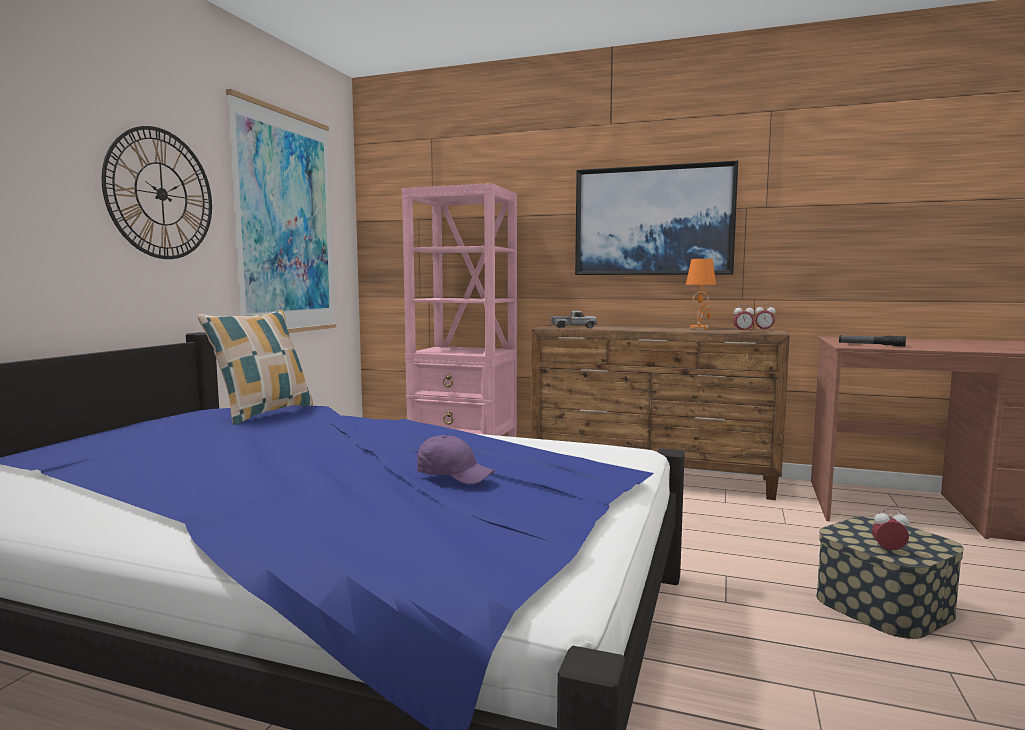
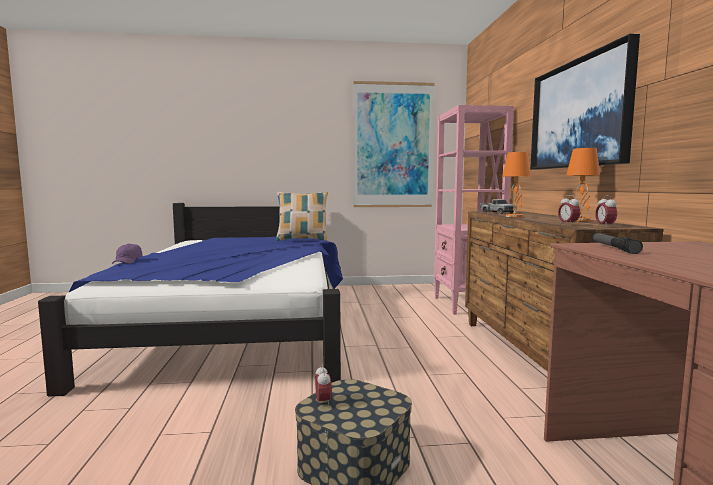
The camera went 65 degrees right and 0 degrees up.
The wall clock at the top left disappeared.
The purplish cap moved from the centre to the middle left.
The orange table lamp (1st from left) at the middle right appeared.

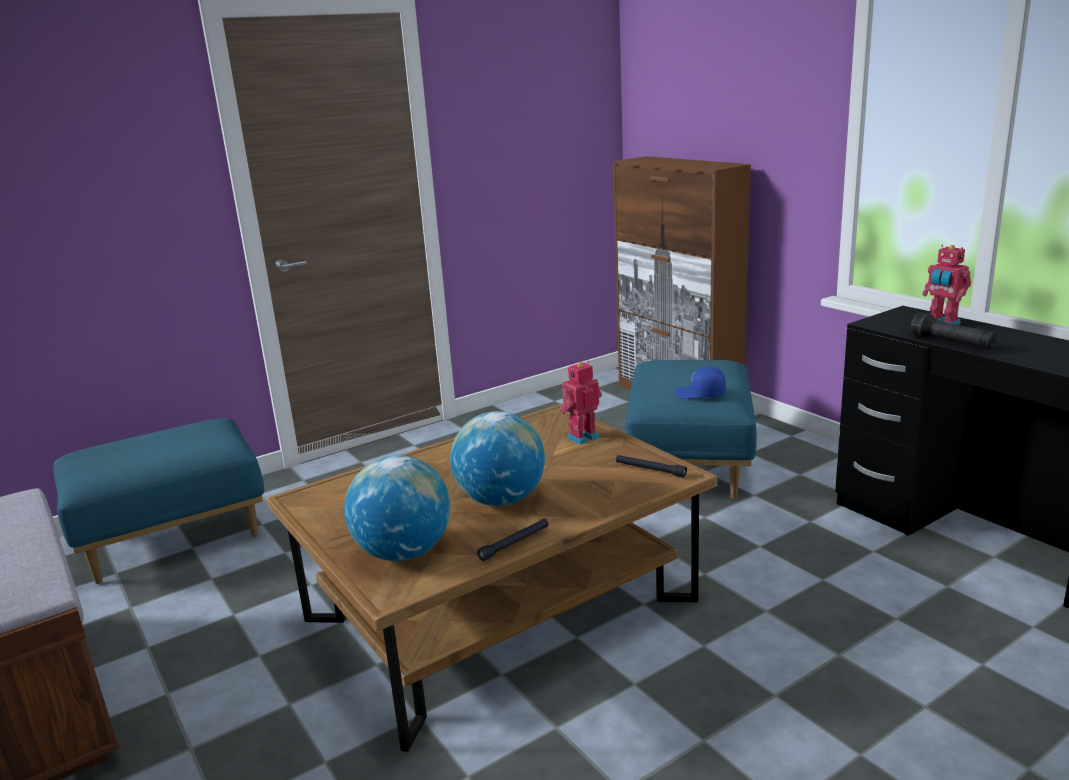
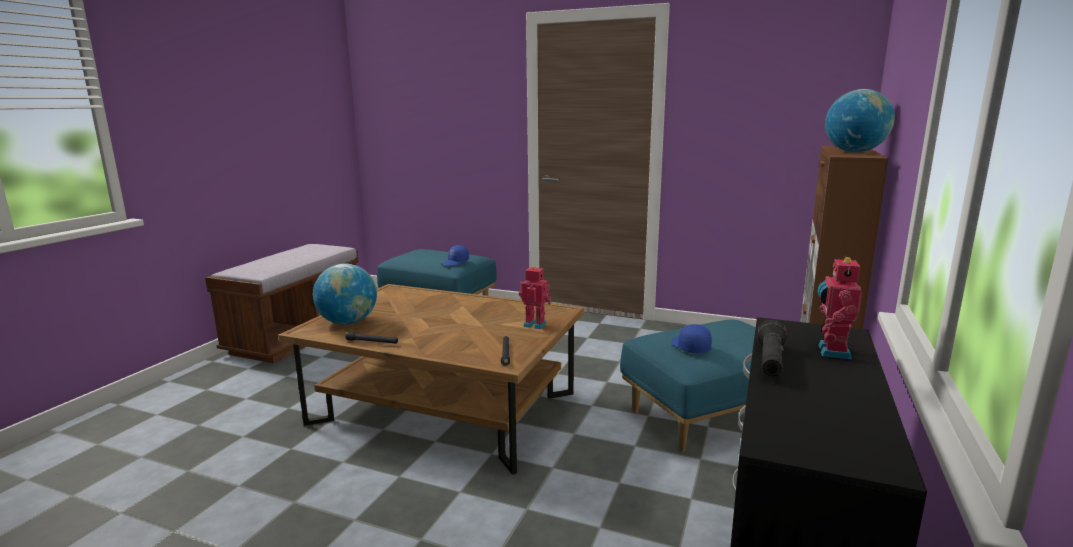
The camera went 55 degrees right and 5 degrees down.
The world globe (2nd from left) moved from the centre to the top right.
The bluish cap (1st from left) at the centre appeared.

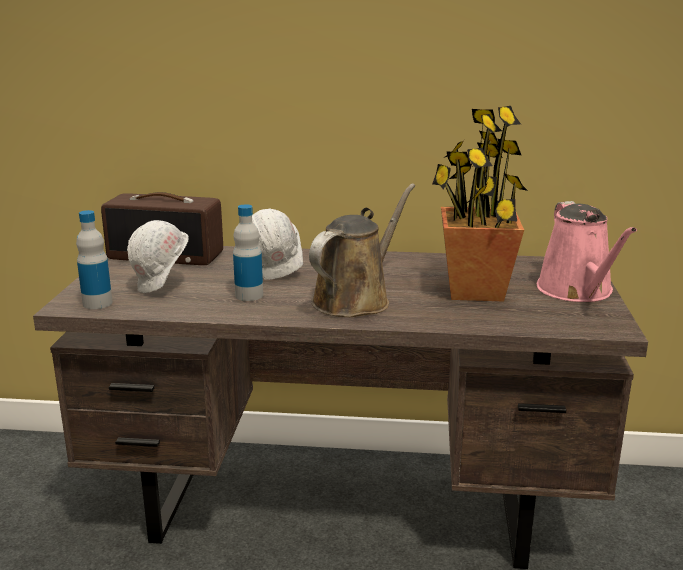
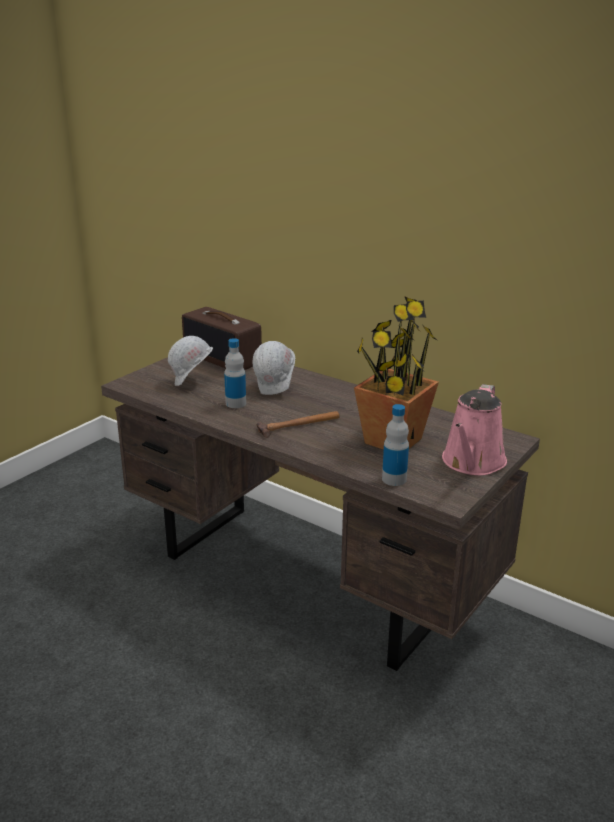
The camera went 30 degrees right and 5 degrees up.
The bottle (1st from left in the first image) moved from the middle left to the centre.
The brownish sprinkling can at the centre was replaced by the hammer at the centre.

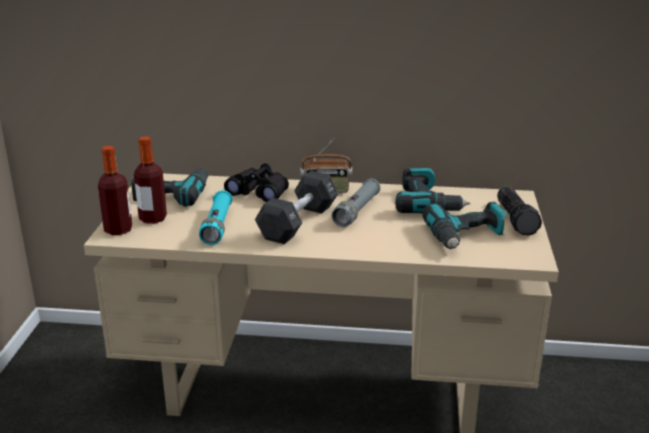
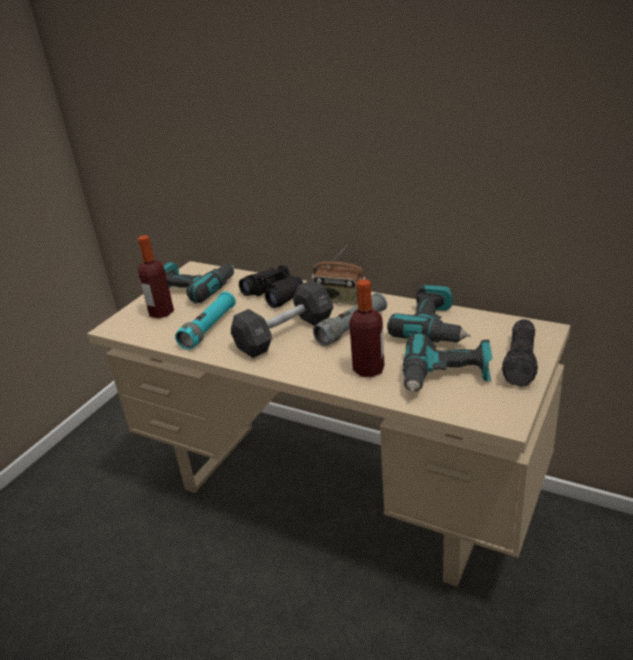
The camera went 25 degrees right and 5 degrees up.
The bottle (1st from left in the first image) moved from the middle left to the centre.

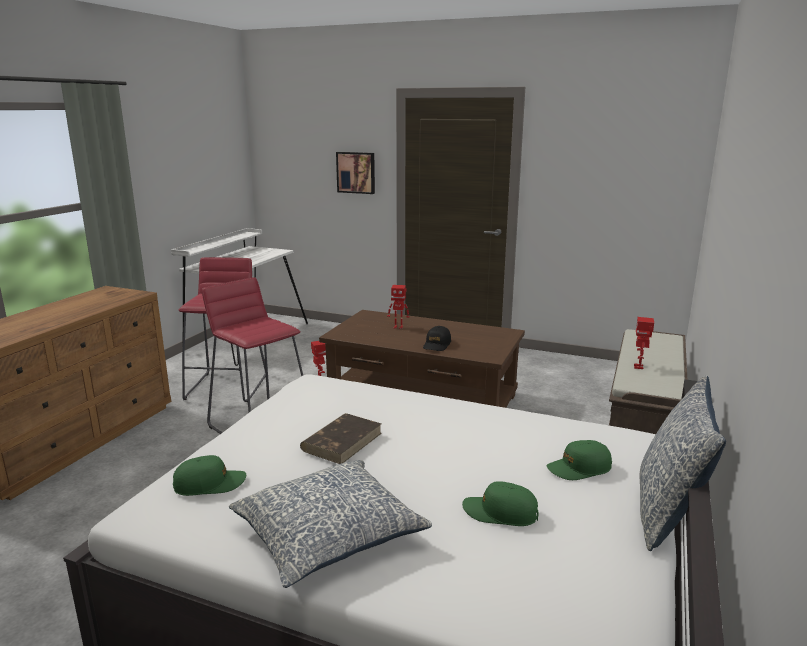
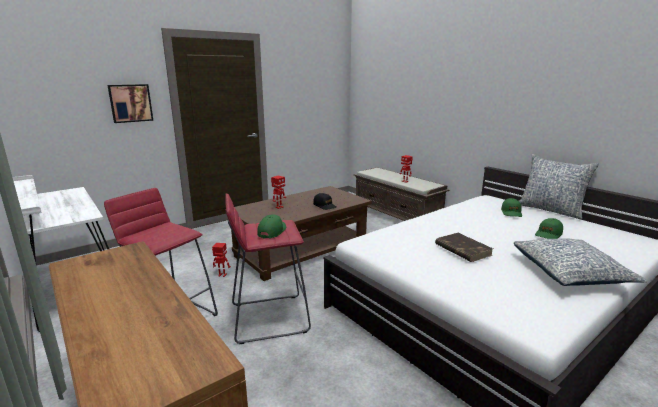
The camera went 60 degrees left and 0 degrees up.
The green-coloured cap (1st from left) moved from the bottom left to the centre.

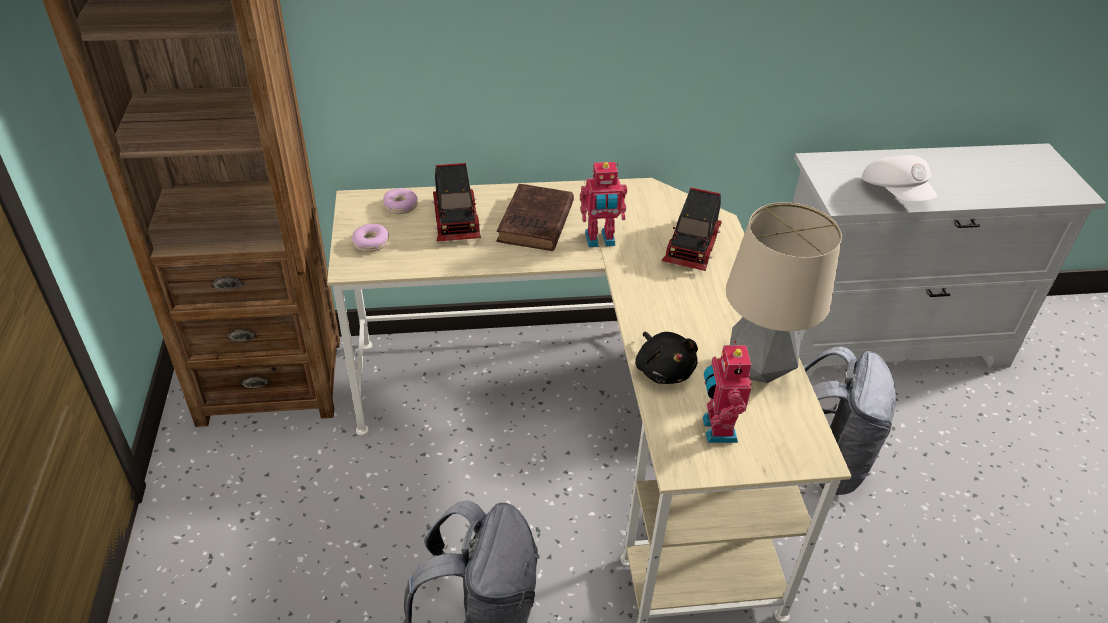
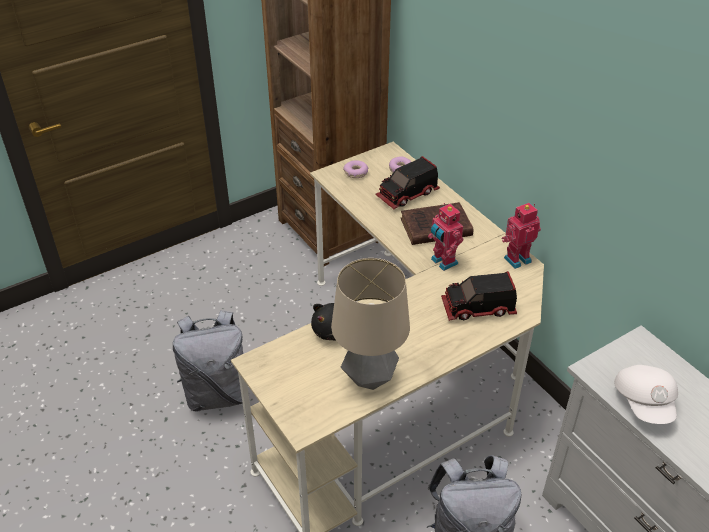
The camera went 65 degrees right and 0 degrees up.
The robot figure (2nd from left) moved from the centre to the middle right.
The whitish cap at the top right turned 45 degrees counterclockwise.

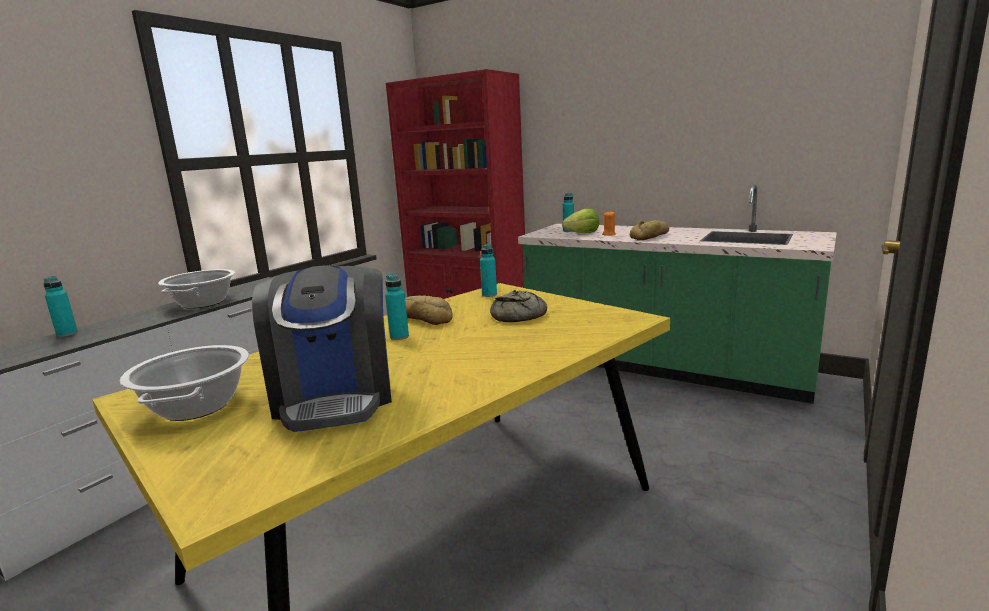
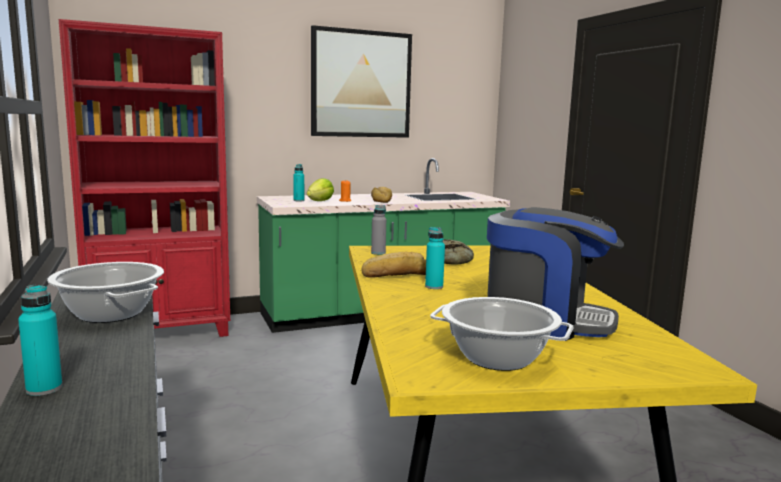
The camera went 55 degrees left and 5 degrees down.
The turquoise bottle (3rd from left) at the centre became the gray bottle at the centre.
The wall art at the top centre appeared.

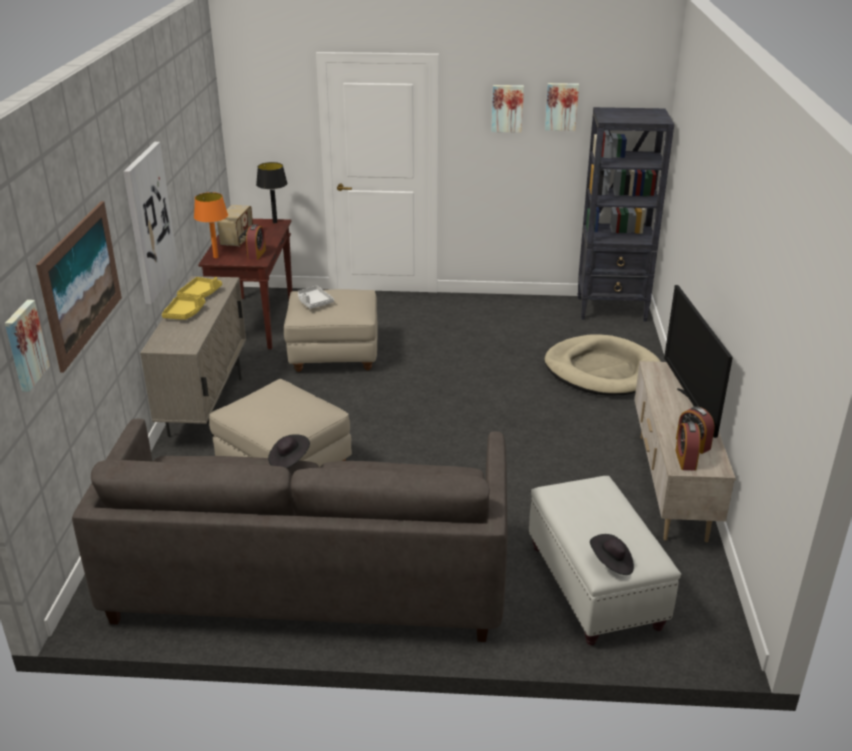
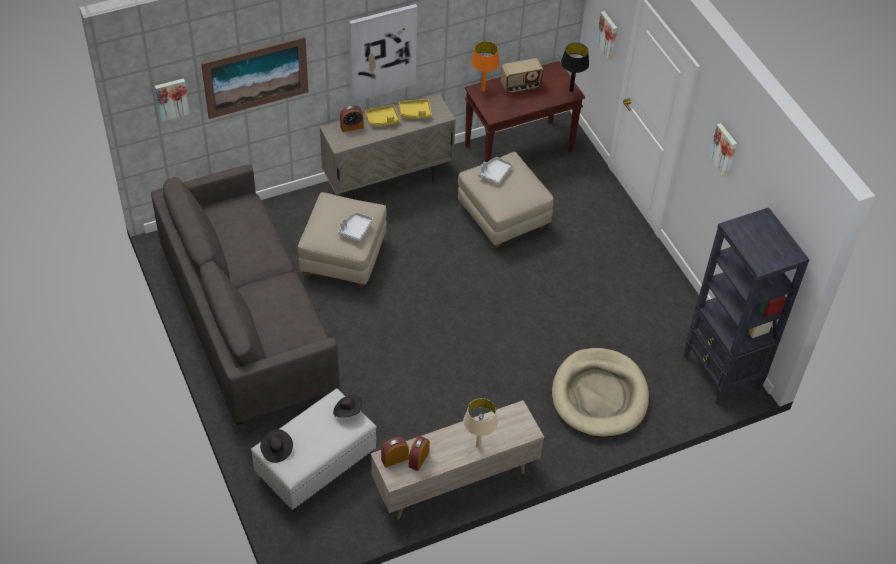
The camera went 60 degrees right and 20 degrees up.
The bedside clock (1st from left) moved from the top left to the top centre.
The black hat (1st from left in the first image) moved from the centre to the bottom centre.
The wall art (5th from left in the first image) moved from the top centre to the top right.
The television at the middle right was replaced by the sand-coloured table lamp at the bottom centre.
The gray serving tray (1st from left) at the centre appeared.

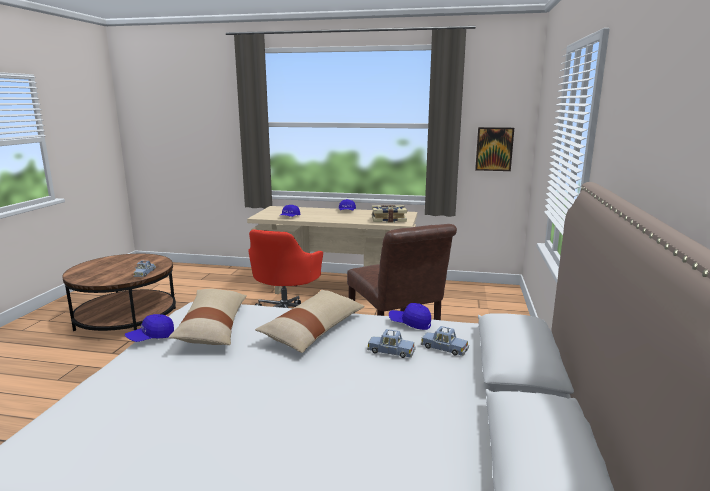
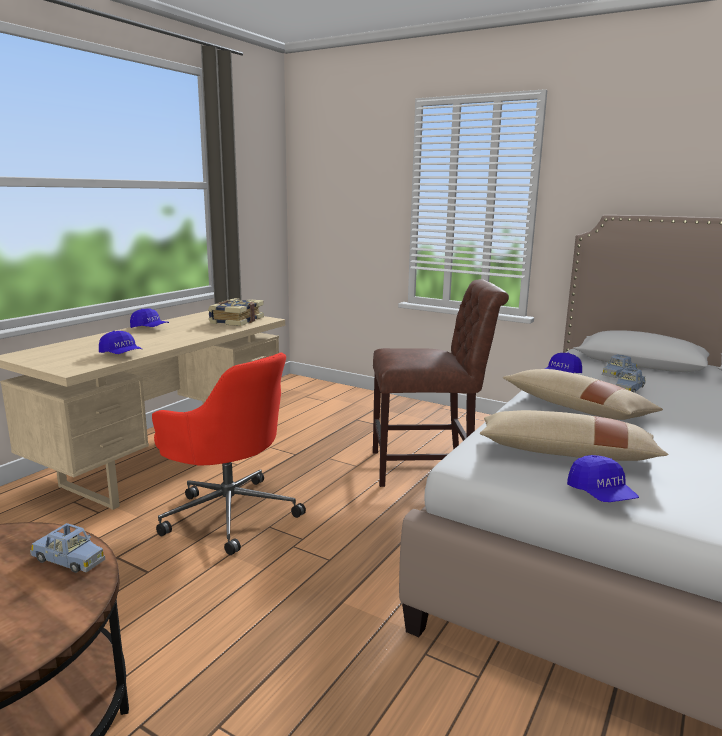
The camera went 70 degrees left and 0 degrees up.
The wall art at the top right disappeared.

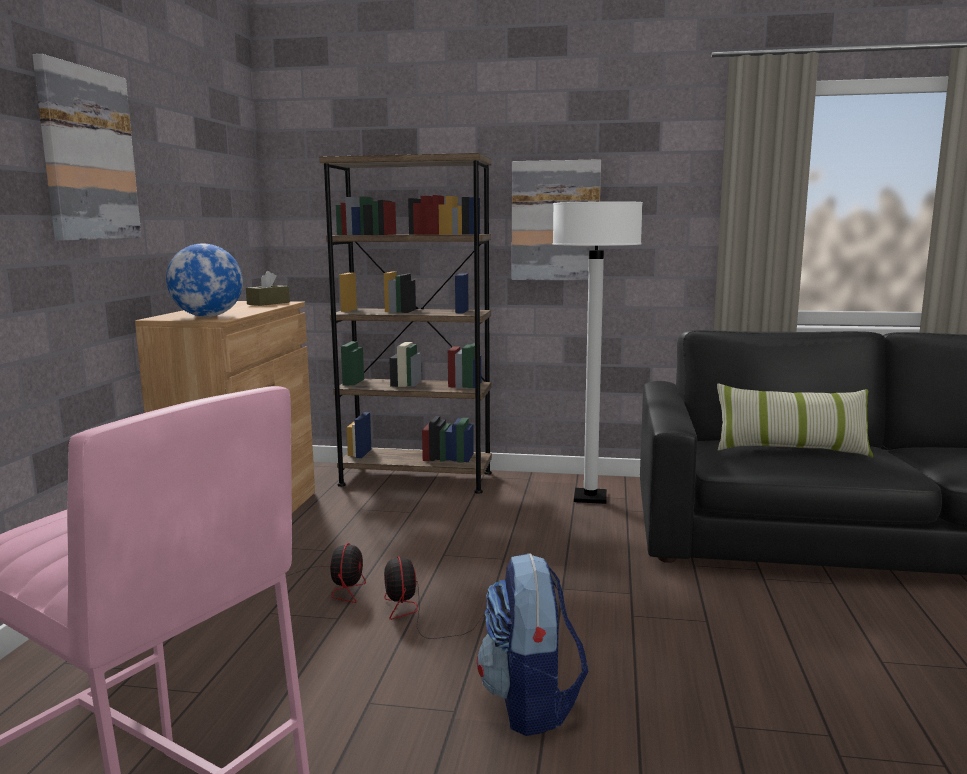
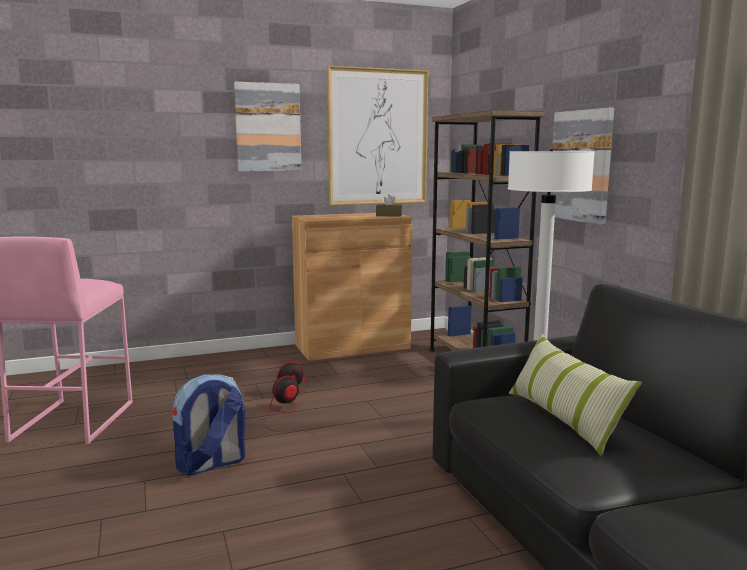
The camera went 60 degrees right and 0 degrees up.
The world globe at the middle left disappeared.
The wall art (2nd from left) at the top centre appeared.

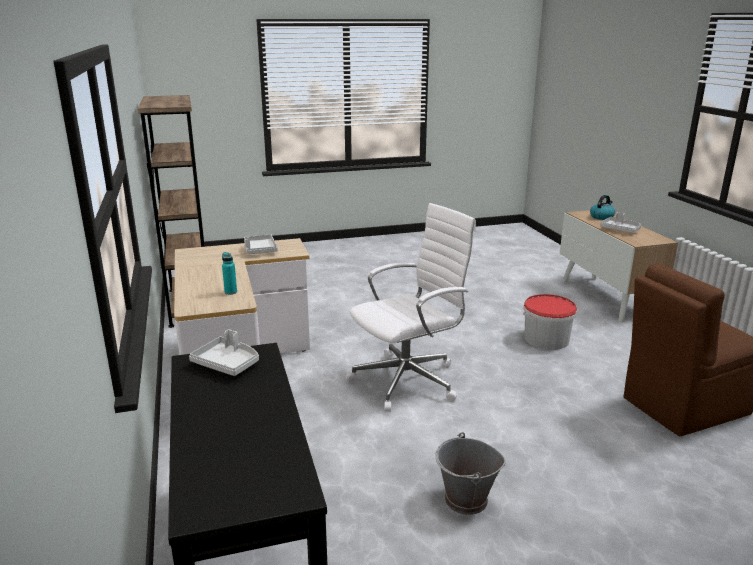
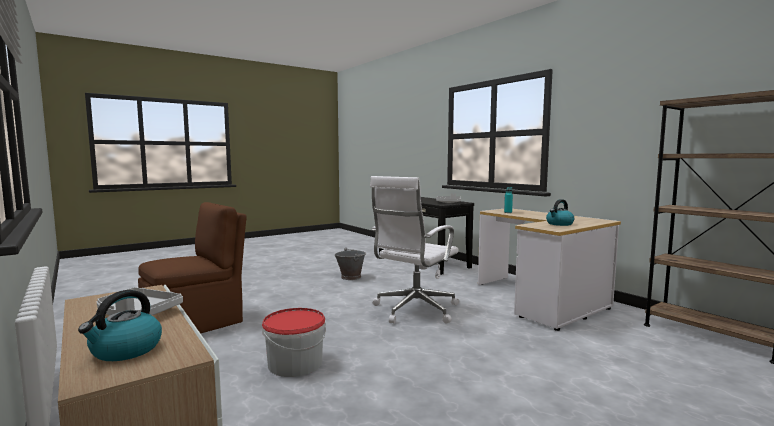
The camera went 160 degrees right and 15 degrees down.
The gray serving tray (2nd from left) at the centre was replaced by the water kettle (2nd from left) at the middle right.

